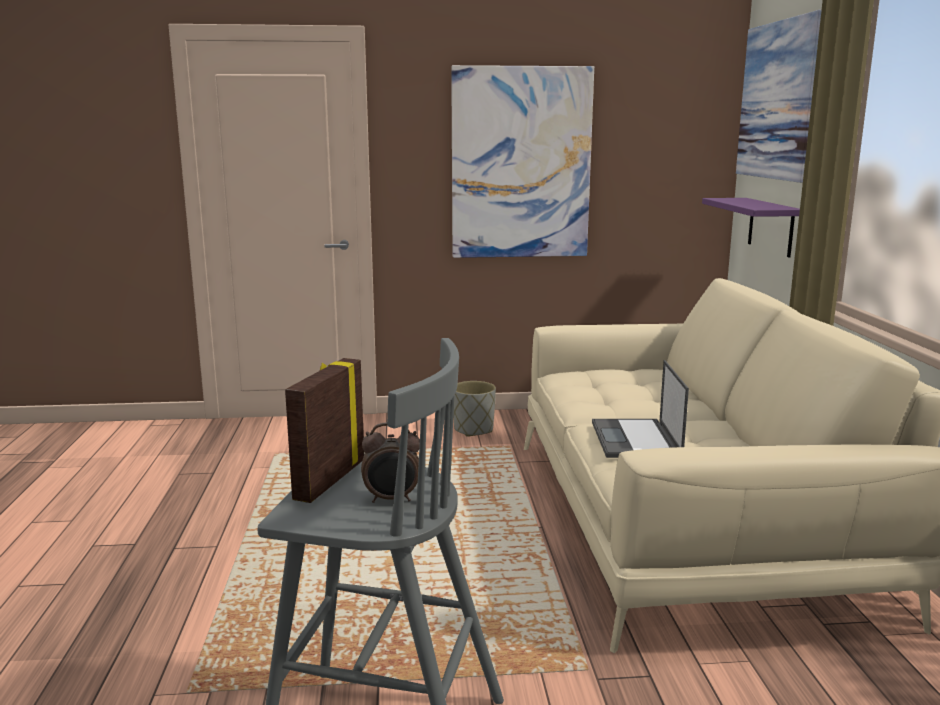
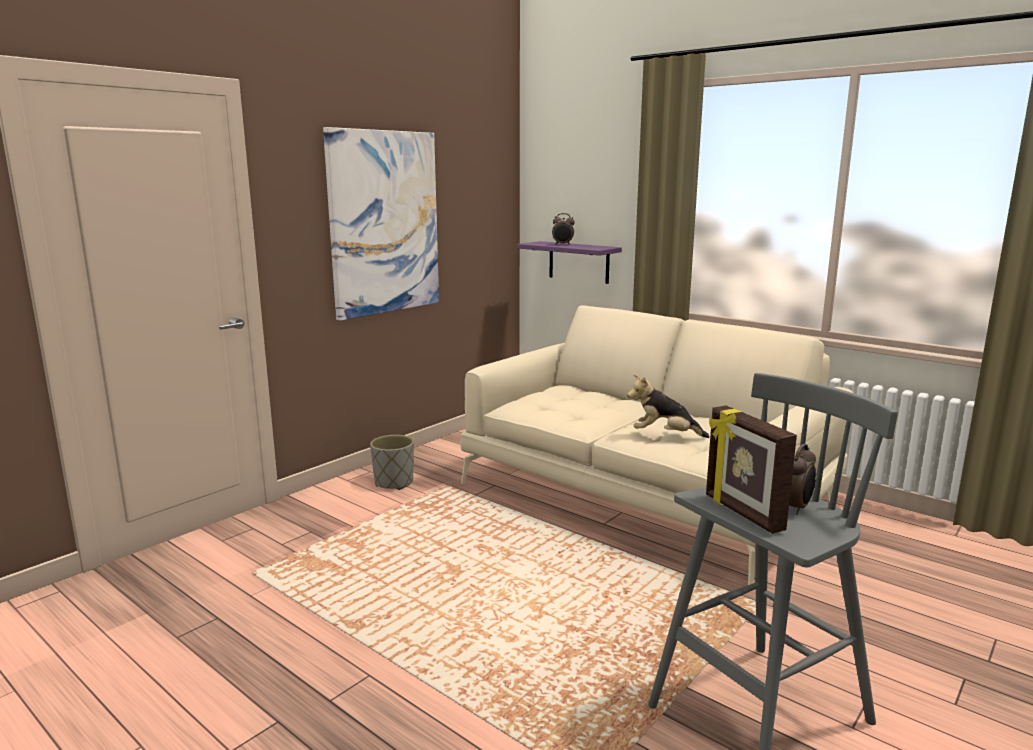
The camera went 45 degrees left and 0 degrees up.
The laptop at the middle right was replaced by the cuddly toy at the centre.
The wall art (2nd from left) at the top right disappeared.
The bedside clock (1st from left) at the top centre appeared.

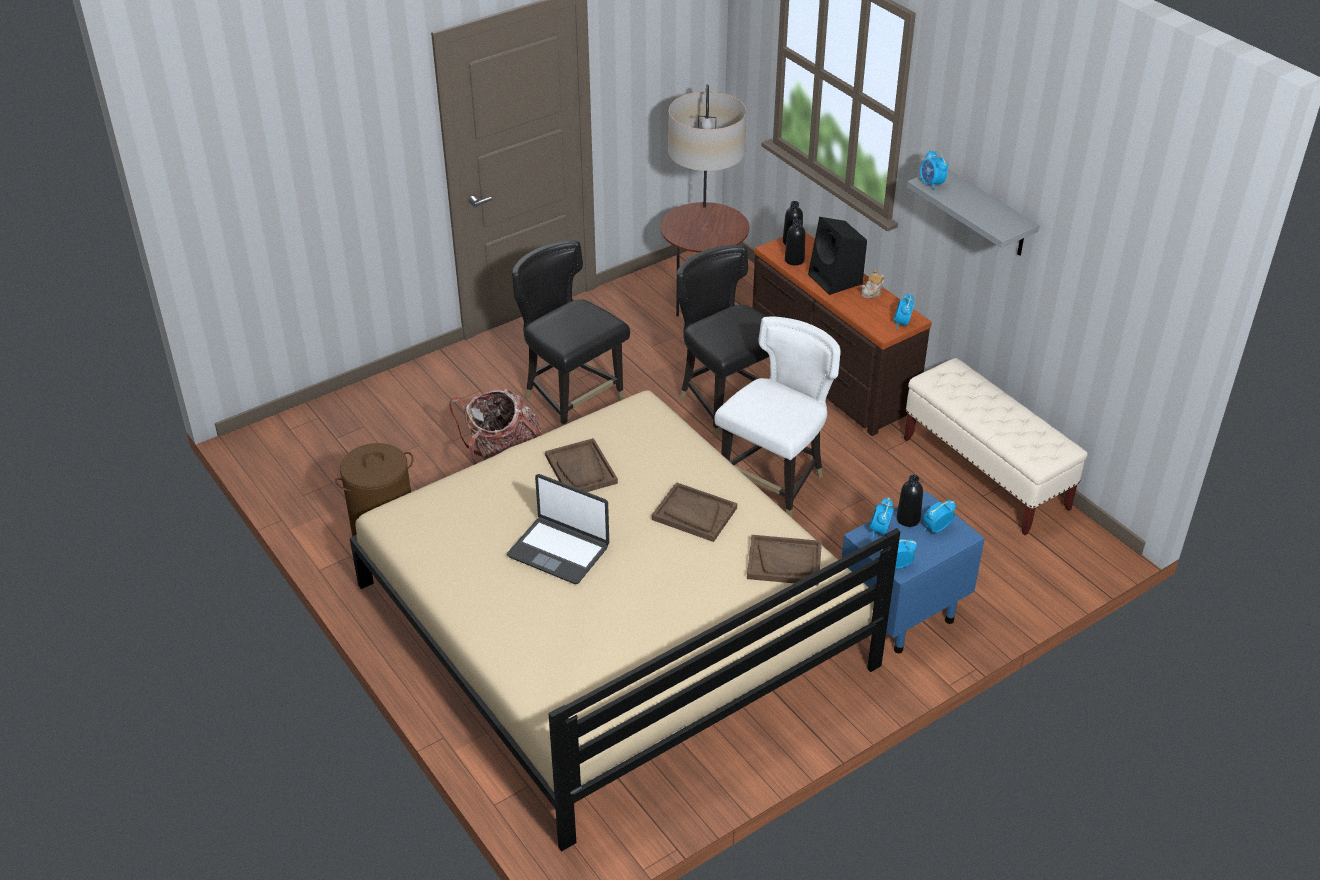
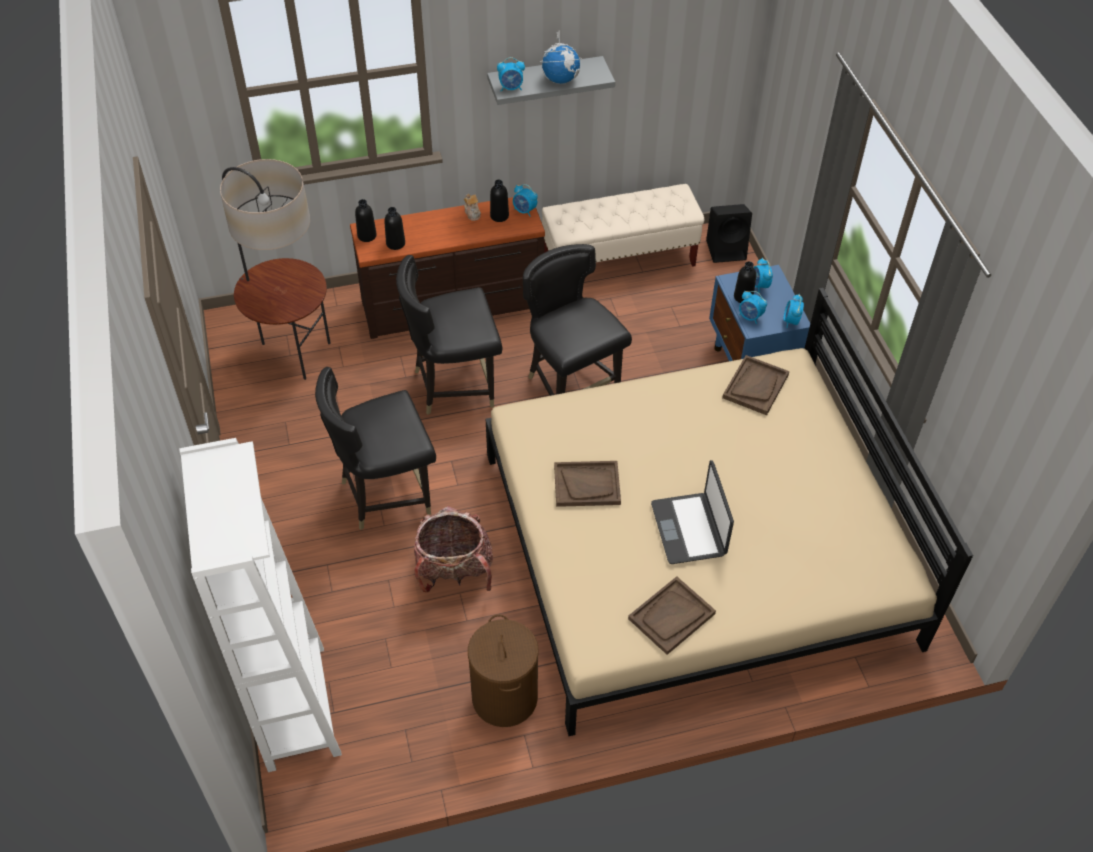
The camera went 70 degrees left and 10 degrees up.
The laptop at the centre turned 120 degrees clockwise.
The brownish serving tray (2nd from left) moved from the centre to the bottom centre.
The whitish upright chair at the centre became the black upright chair (3rd from left) at the centre.
The black loudspeaker moved from the top centre to the top right.
The whitish bookshelf at the bottom left appeared.
The black bottle (3rd from left) at the top centre appeared.
The world globe at the top centre appeared.

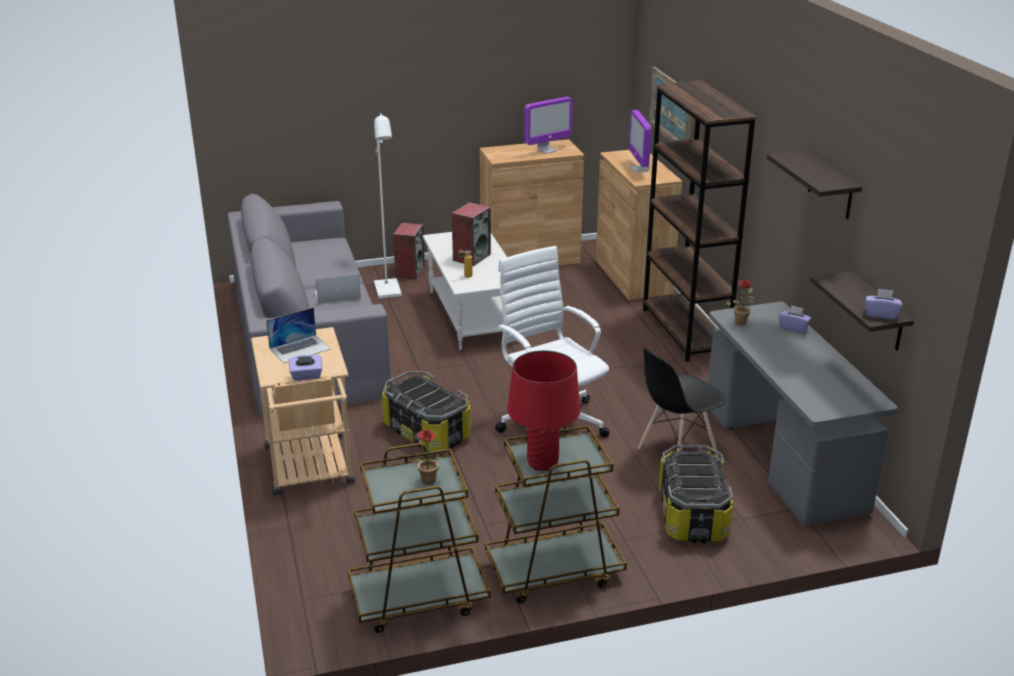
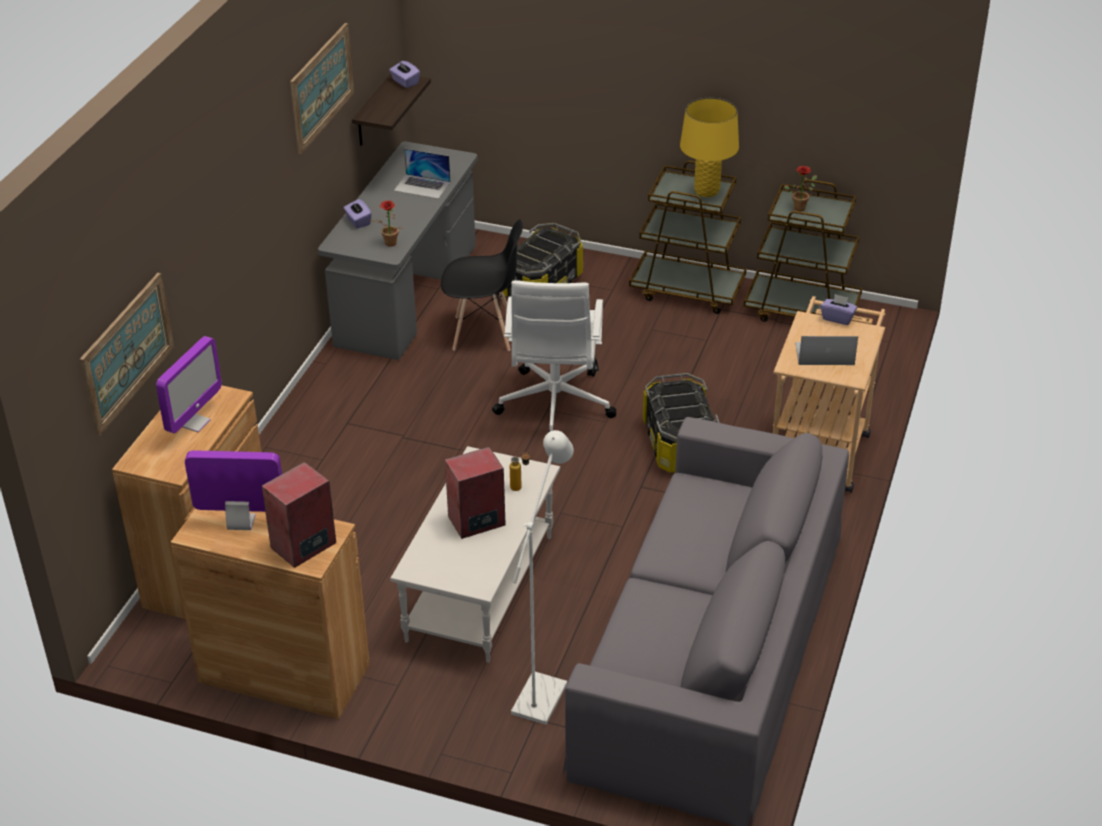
The camera went 145 degrees left and 10 degrees up.
The laptop (2nd from left in the first image) moved from the middle left to the top centre.
The loudspeaker (1st from left) moved from the centre to the middle left.
The red-coloured table lamp at the centre became the yellowish table lamp at the top centre.
The brownish bookshelf at the top right disappeared.
The bracket shelf (1st from left) at the top right was replaced by the wall art (2nd from left) at the top left.

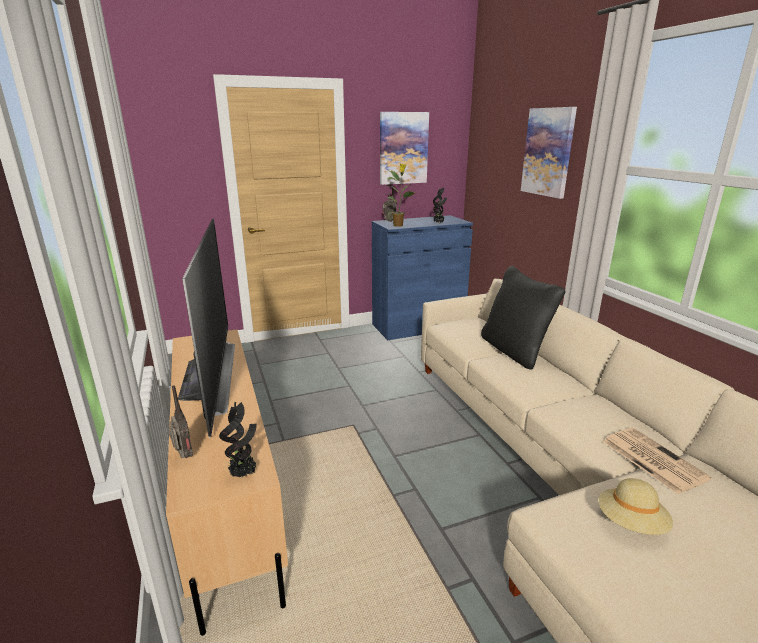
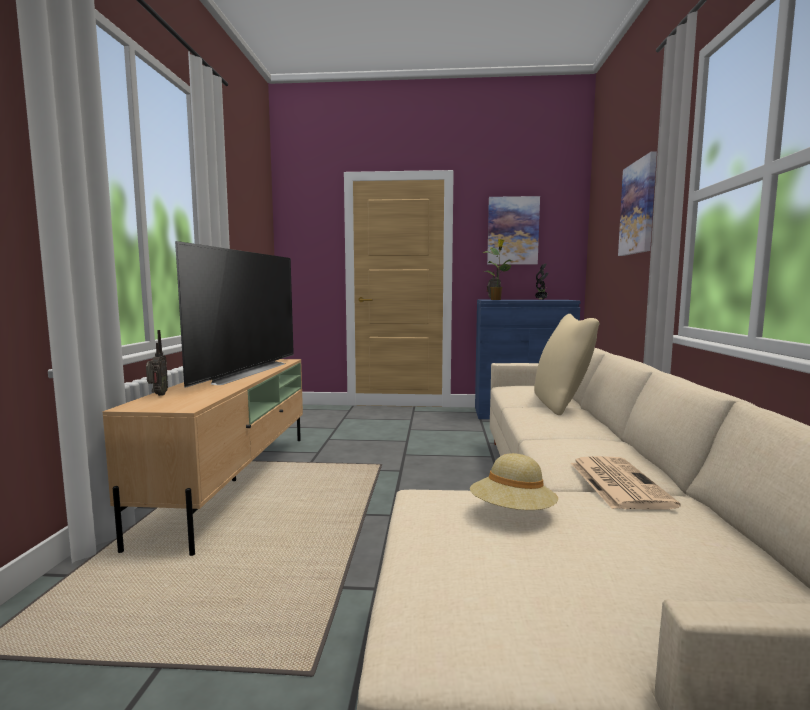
The camera went 25 degrees right and 15 degrees down.
The plant in a pot (1st from left) at the bottom left disappeared.
The black pillow at the middle right became the sand-coloured pillow at the middle right.

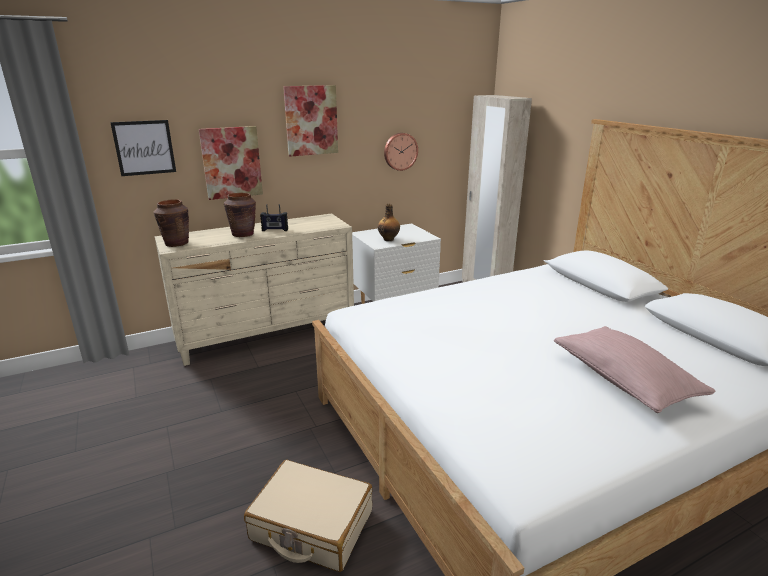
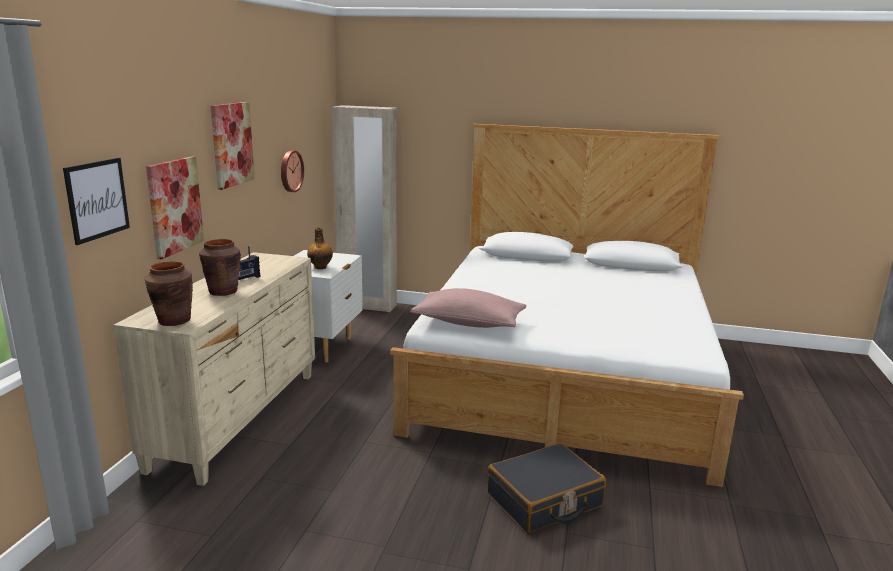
The camera went 50 degrees left and 5 degrees down.
The sand-coloured suitcase at the bottom centre became the black suitcase at the bottom centre.
The pinkish pillow moved from the middle right to the centre.

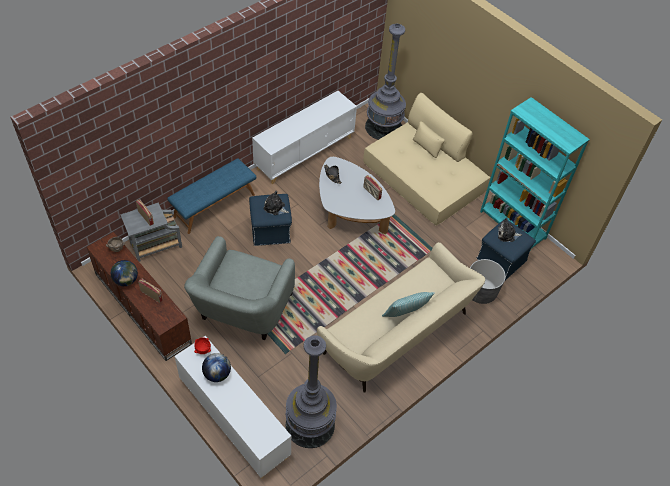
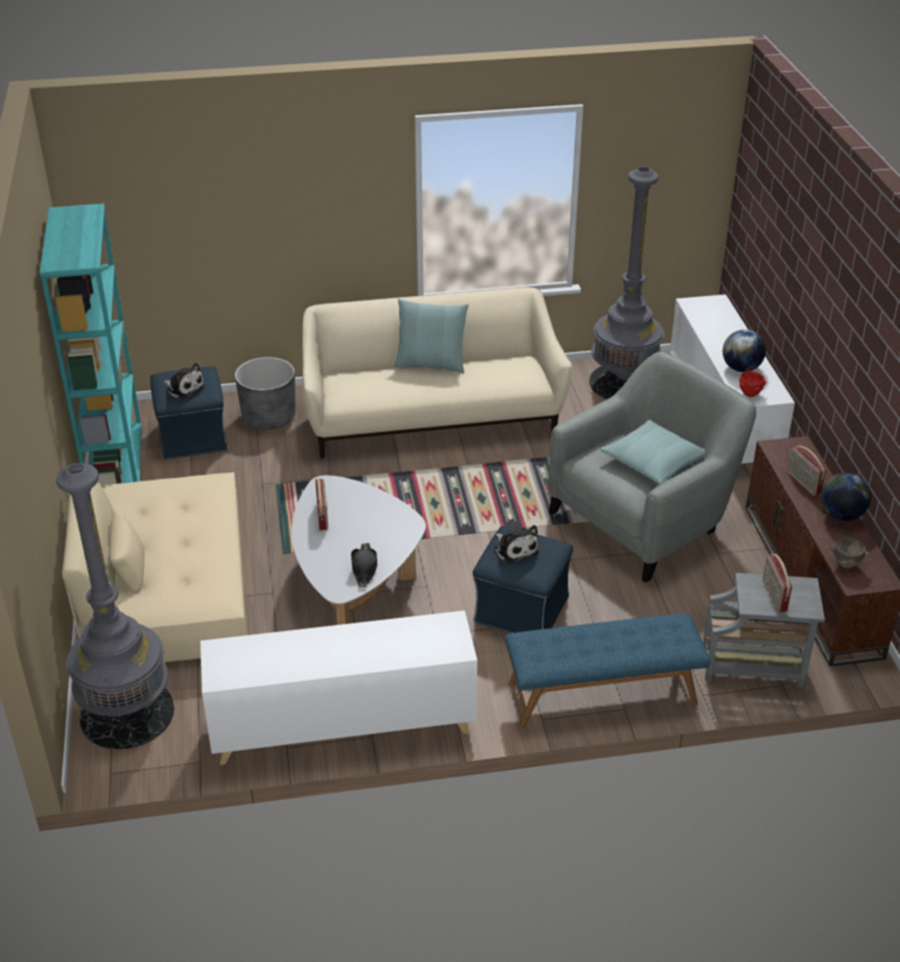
The camera went 145 degrees left and 15 degrees down.
The pillow (2nd from left) at the middle right appeared.

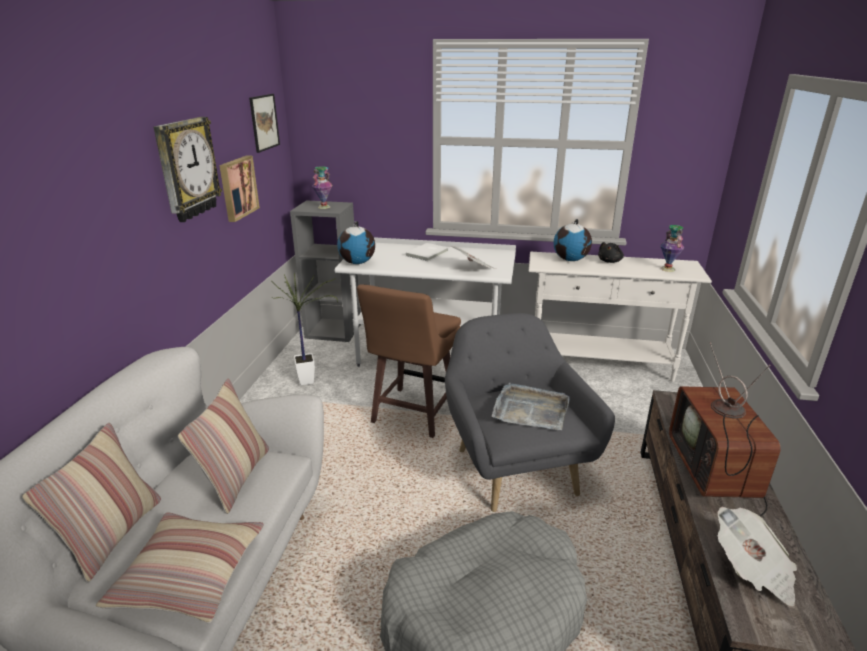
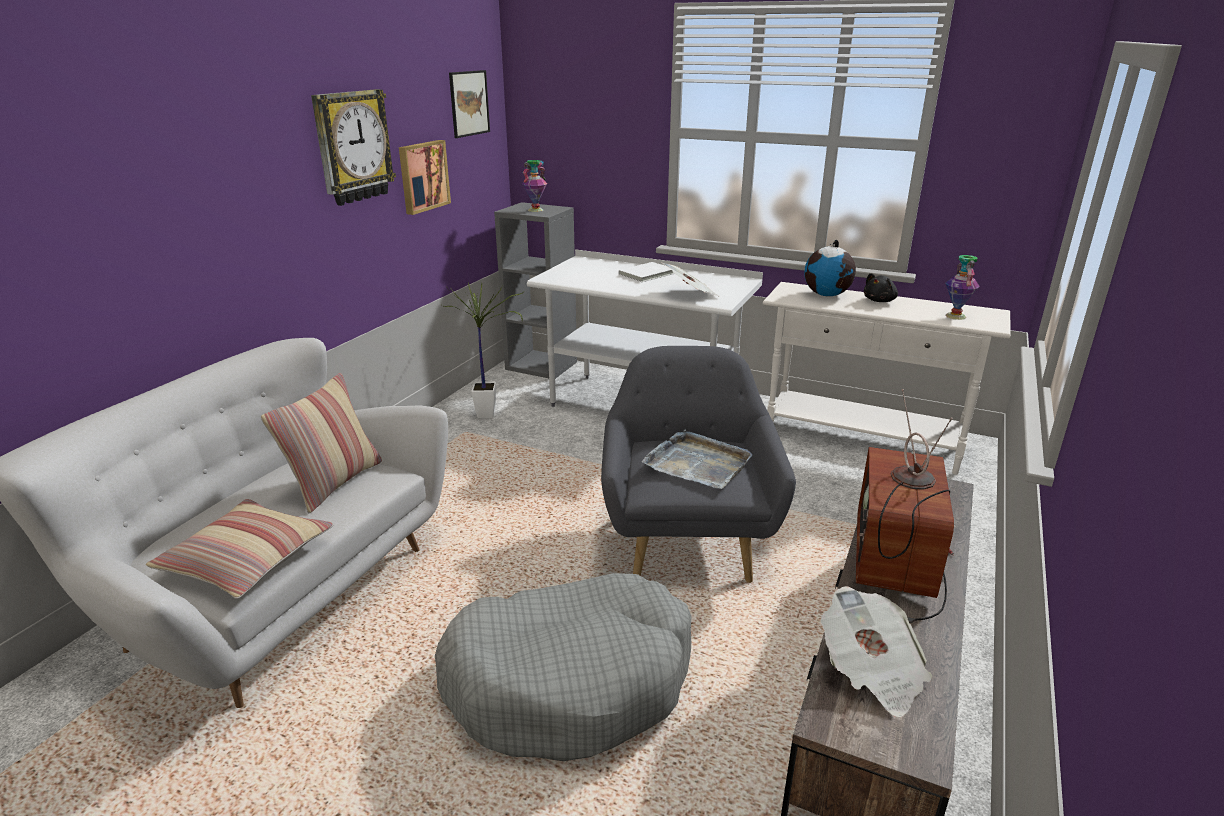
The camera went 15 degrees right and 0 degrees up.
The pillow (1st from left) at the bottom left disappeared.
The world globe (1st from left) at the centre disappeared.
The brownish sitting stool at the centre disappeared.

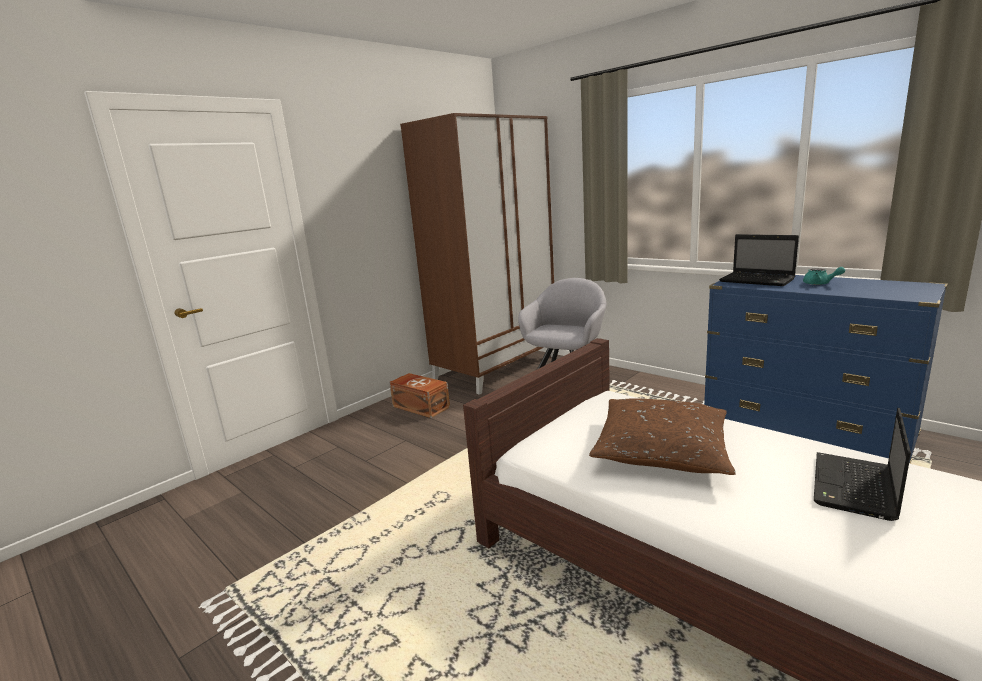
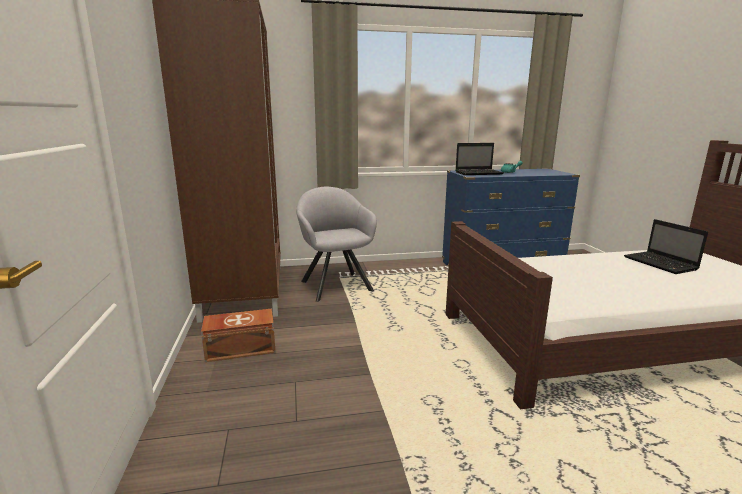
The camera went 55 degrees left and 0 degrees up.
The brownish pillow at the middle right disappeared.

